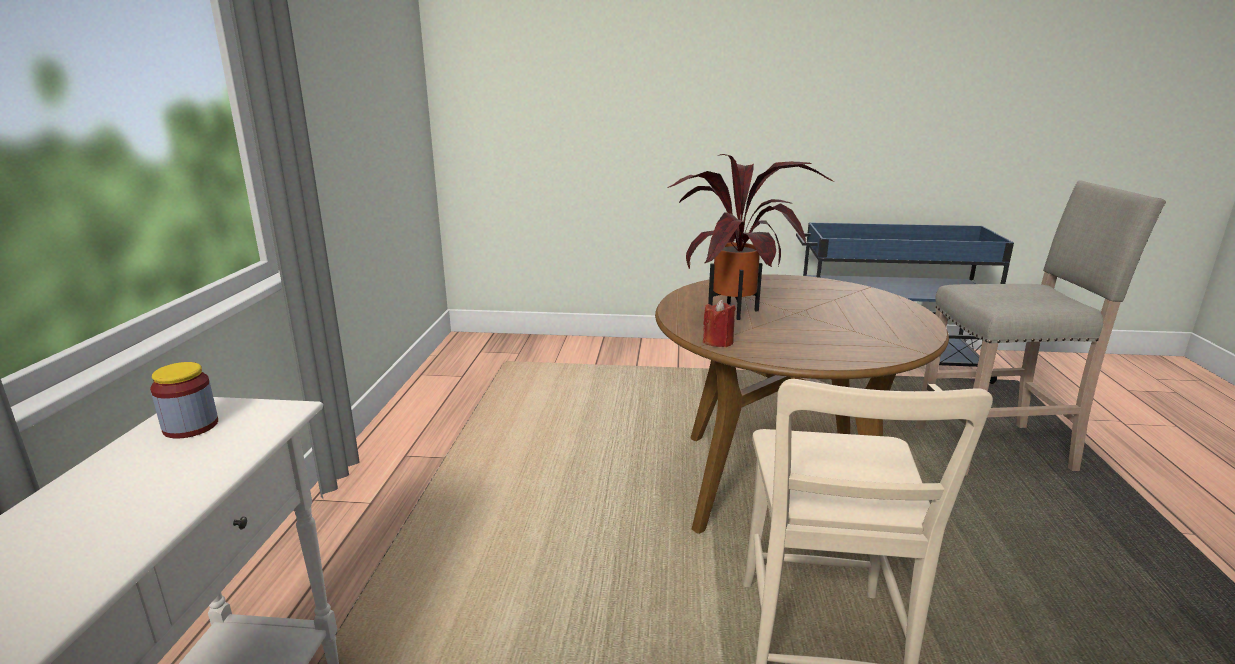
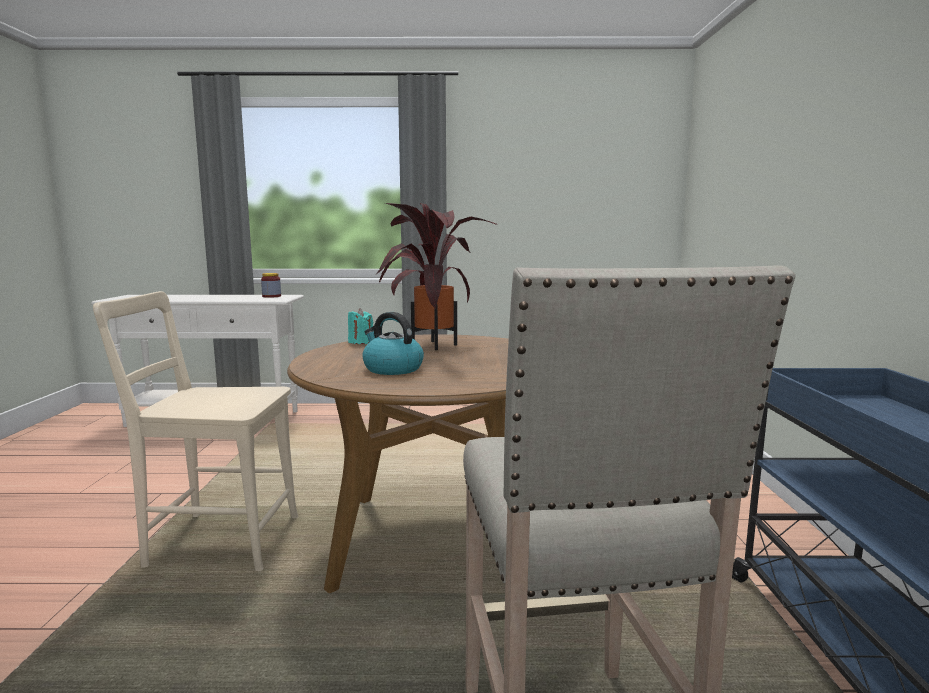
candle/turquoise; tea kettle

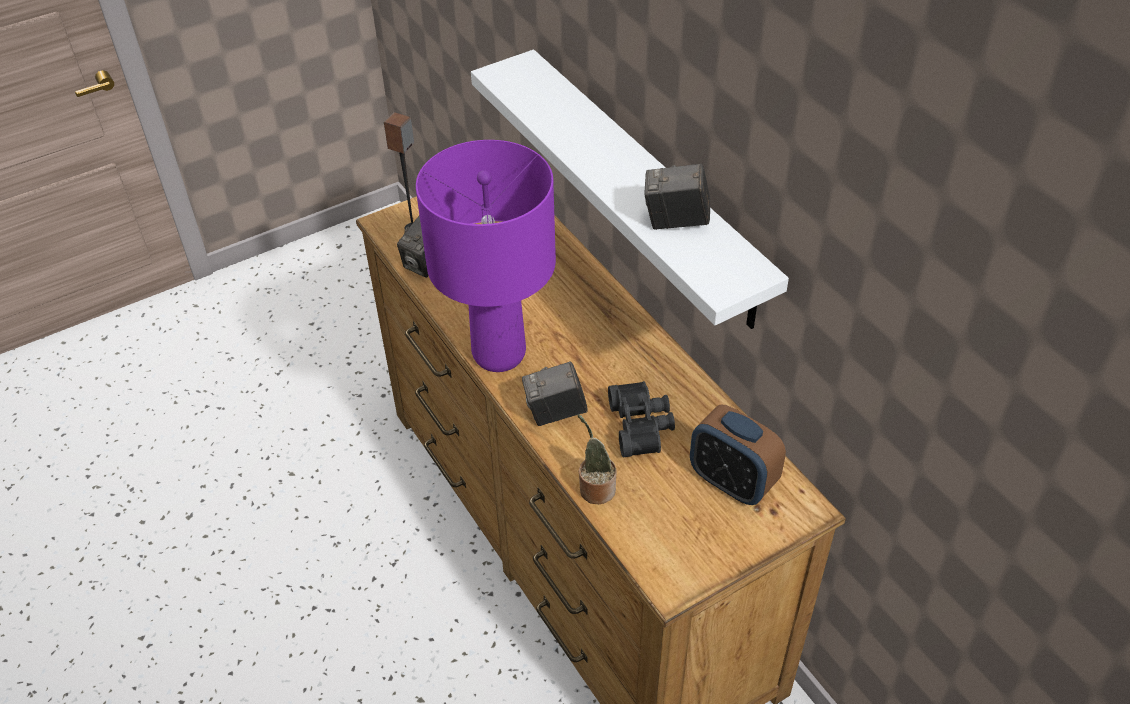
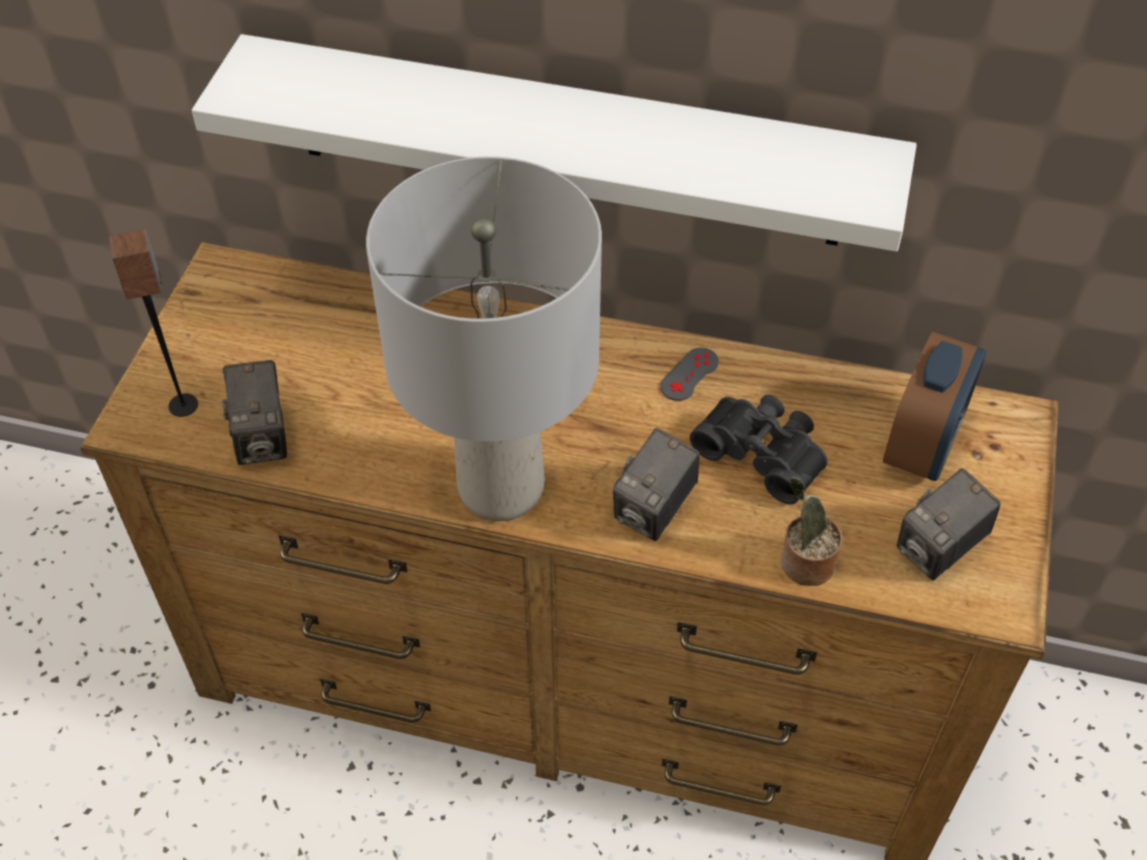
lamp for a table/greyish; still camera (no. 3 from left); alarm clock; game controller/greyish

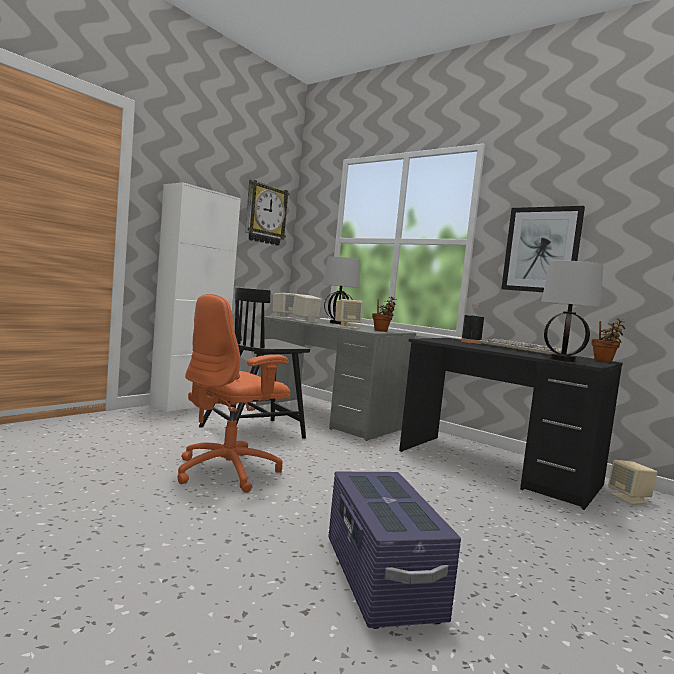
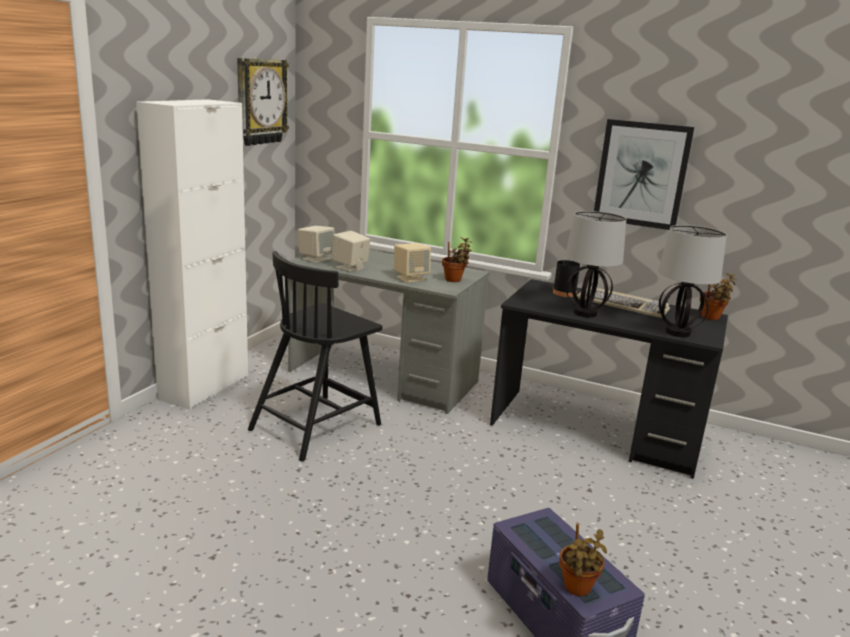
lamp for a table (no. 1 from left); office chair/orange-coloured; audio speaker/sand-coloured (no. 4 from left in the first image); houseplant (no. 2 from left)

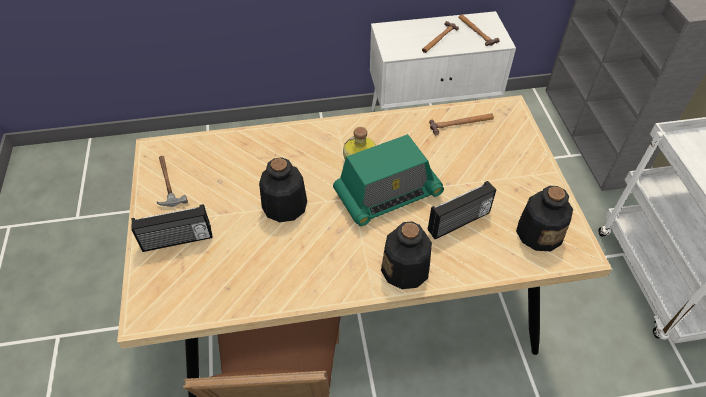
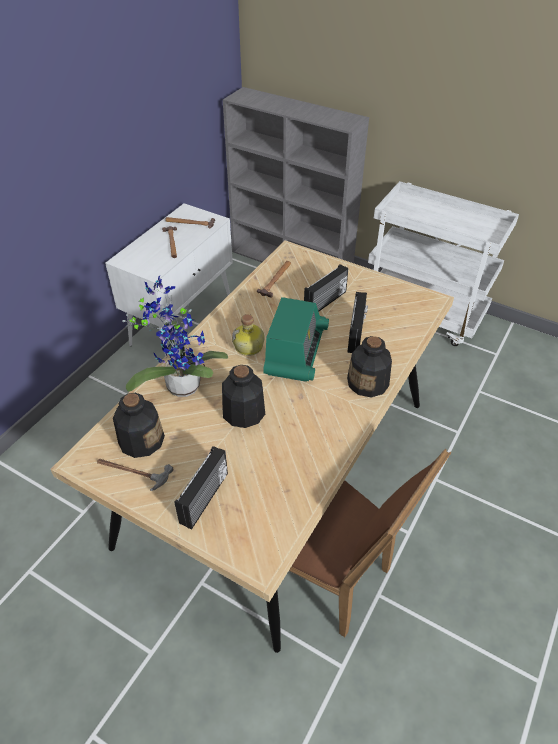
drink bottle (no. 1 from left); radio (no. 3 from left); houseplant

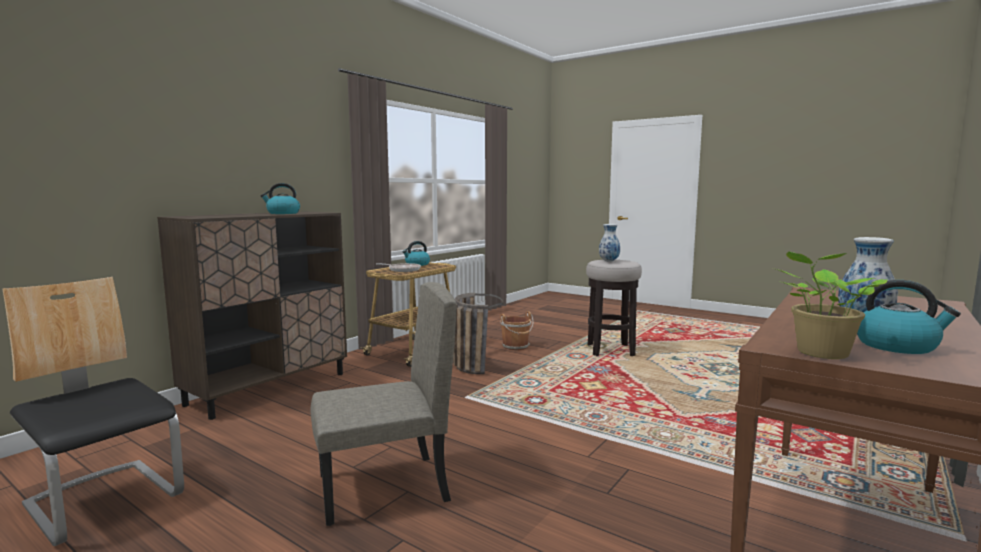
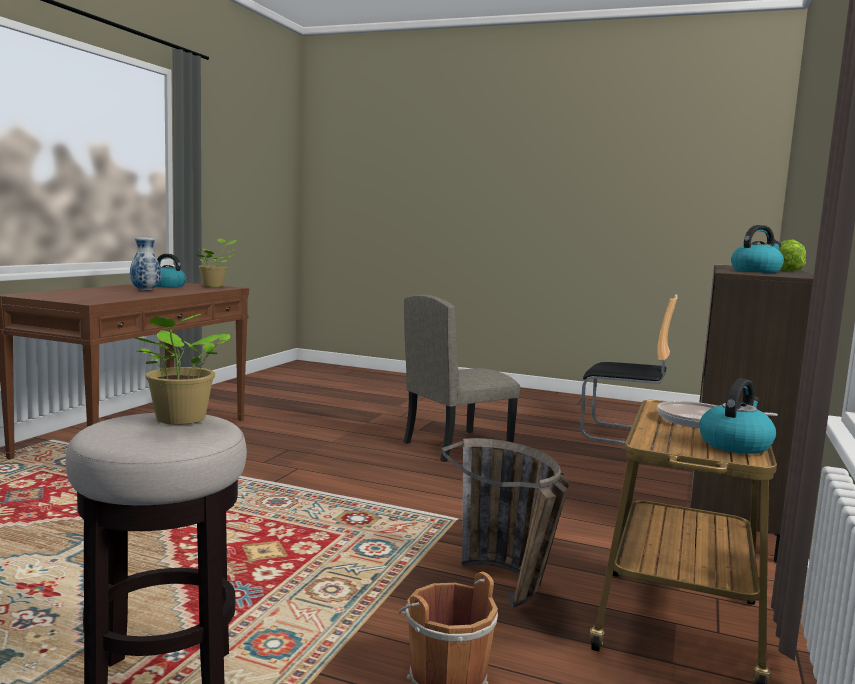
houseplant (no. 1 from left); head of lettuce

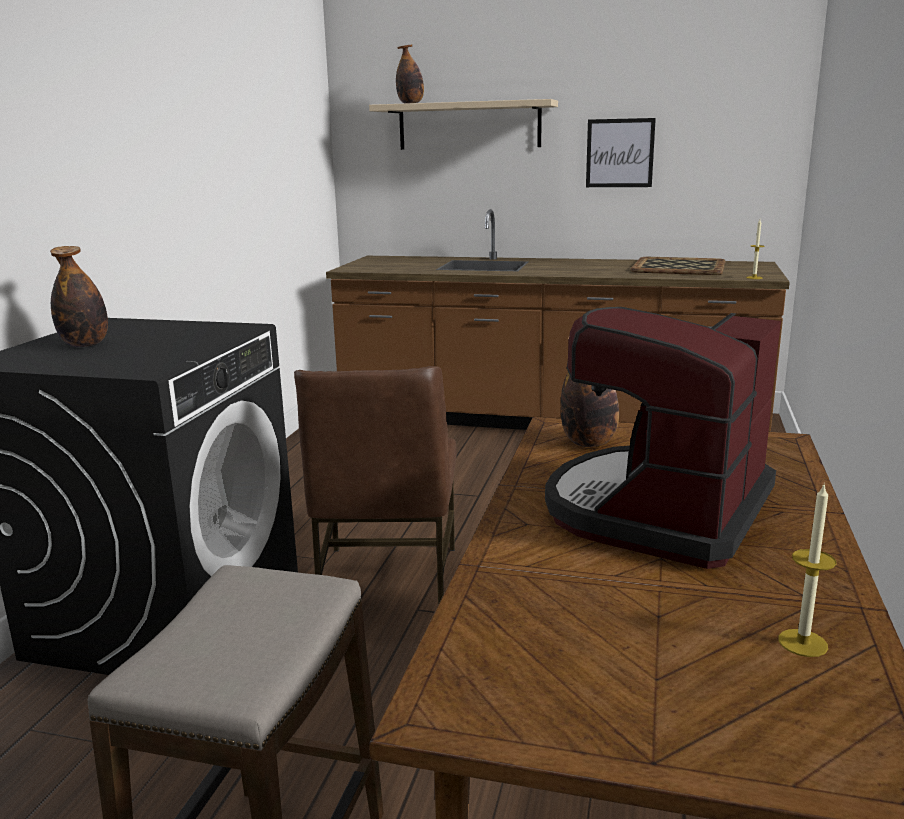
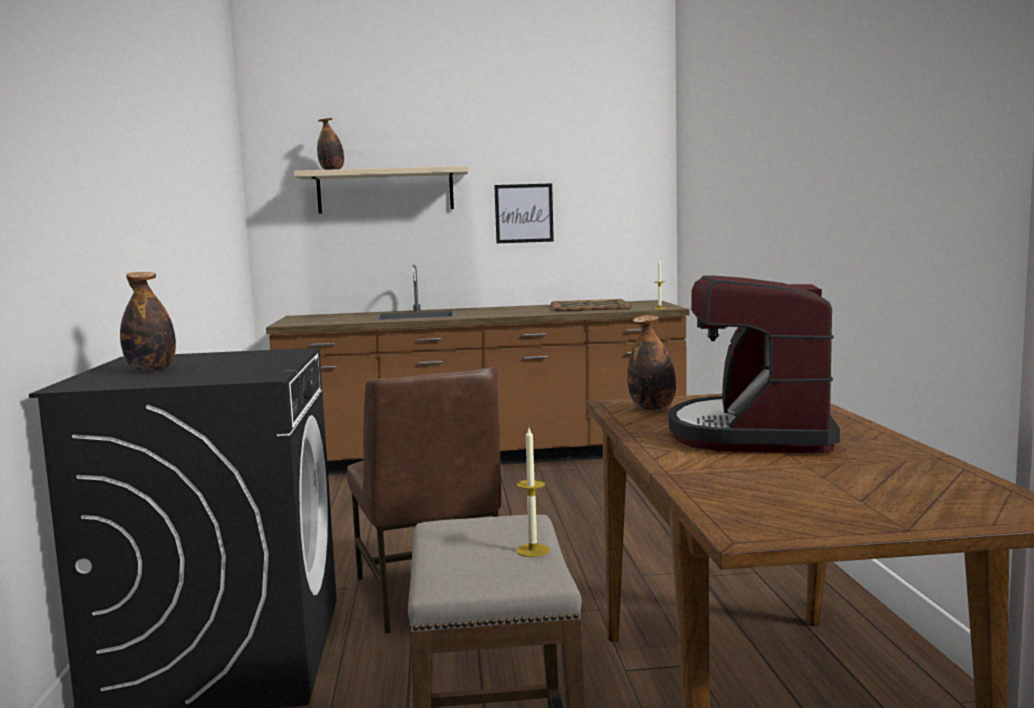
candle (no. 1 from left)

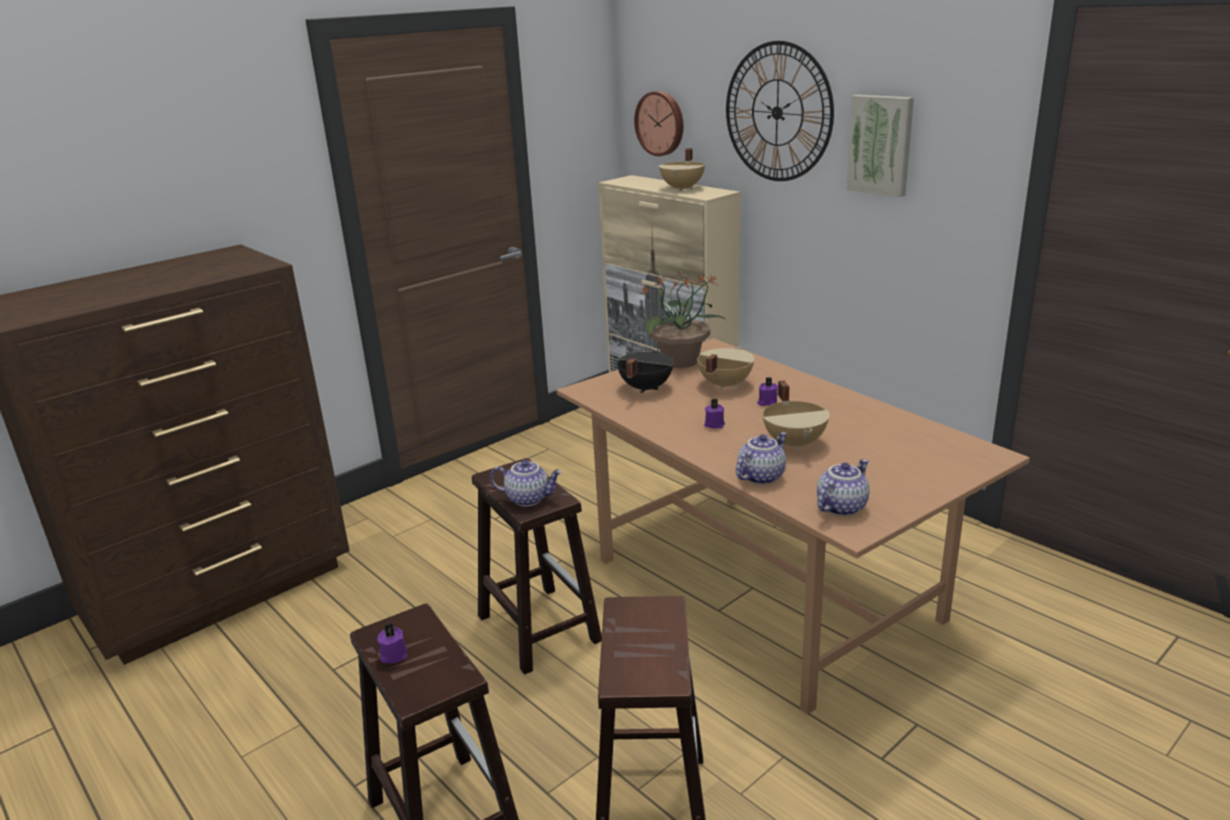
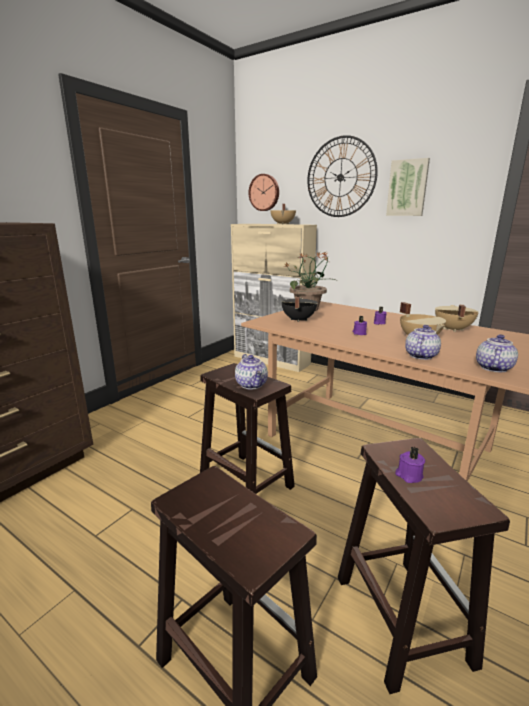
stockpot/sand-coloured (no. 3 from left); pot for tea (no. 1 from left); candle/purple (no. 3 from left)

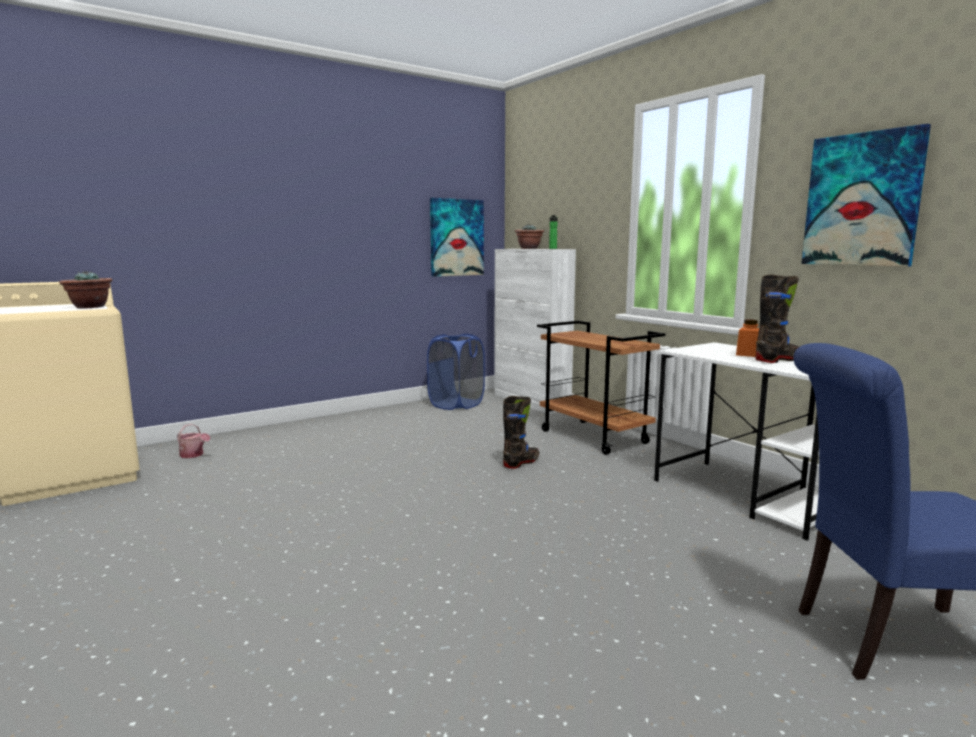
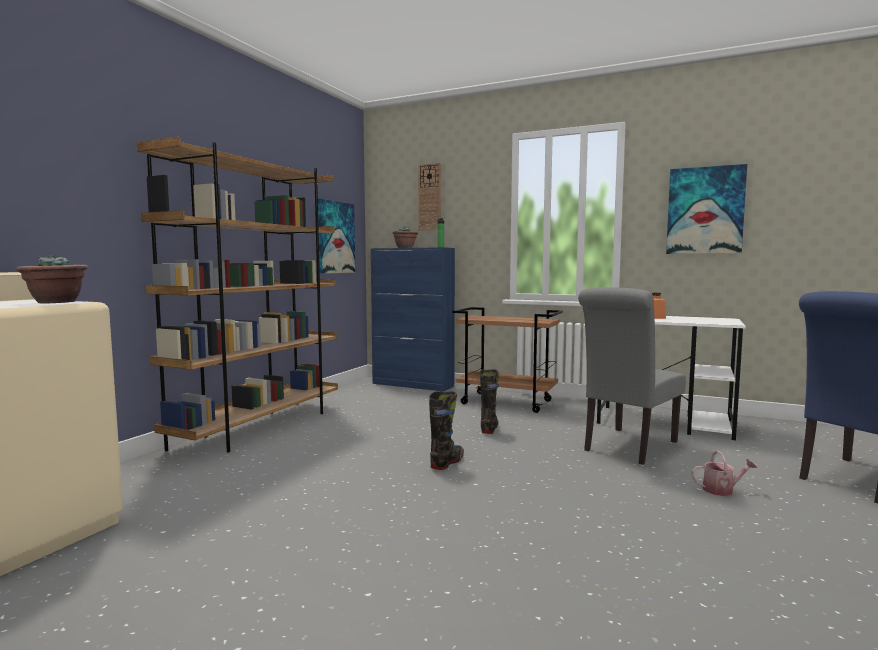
storage cabinet/bluish; high-top boot/blackish (no. 1 from left); laundry basket/bluish; watering pot; bookcase/brown-coloured; clock on the wall; upright chair/greyish

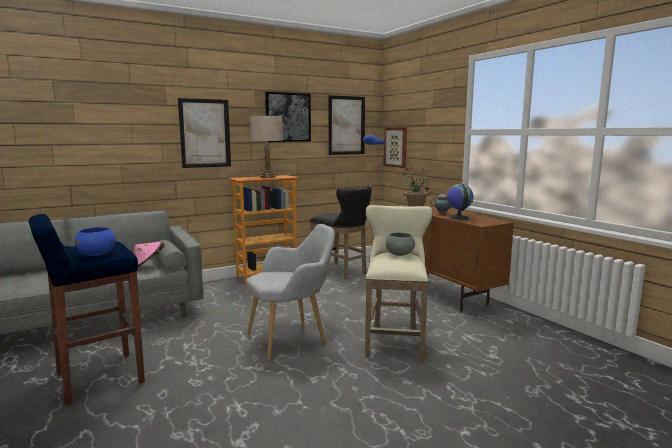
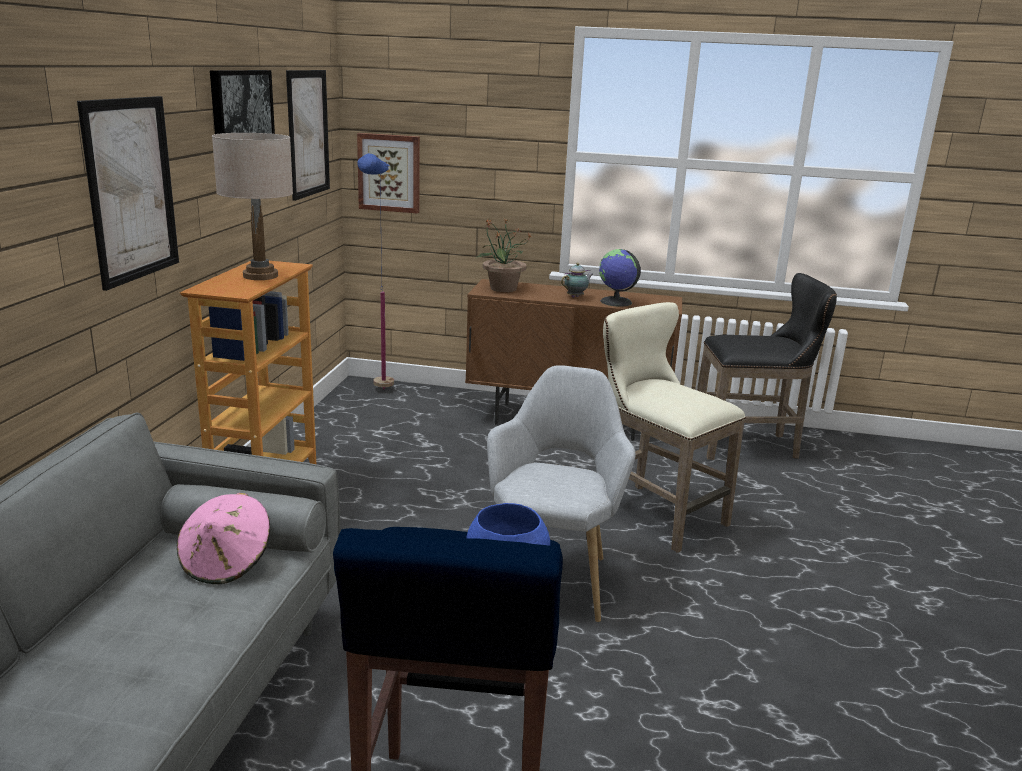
stool seat/blackish; deep dish/greyish

